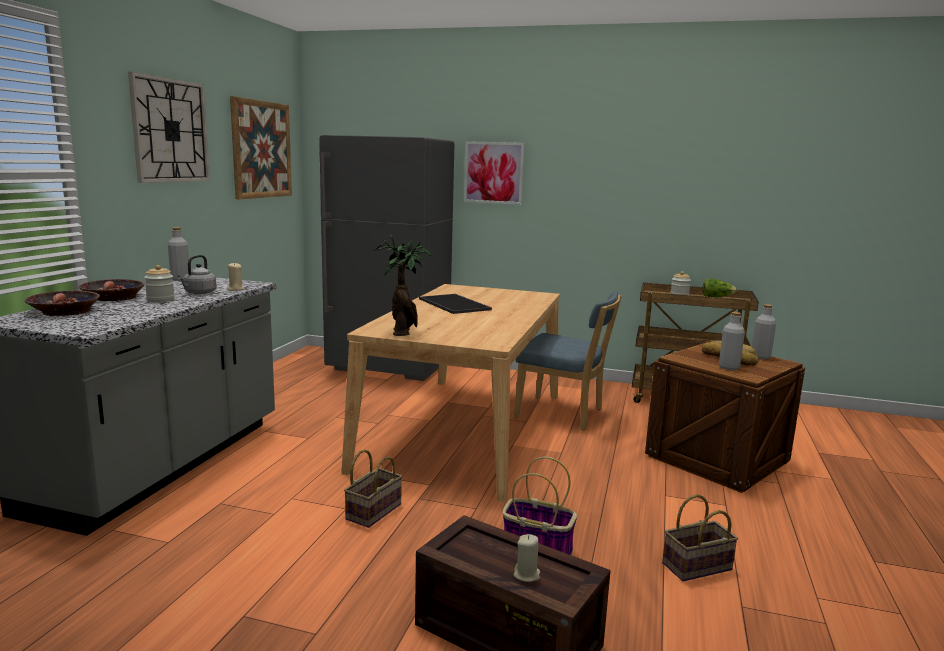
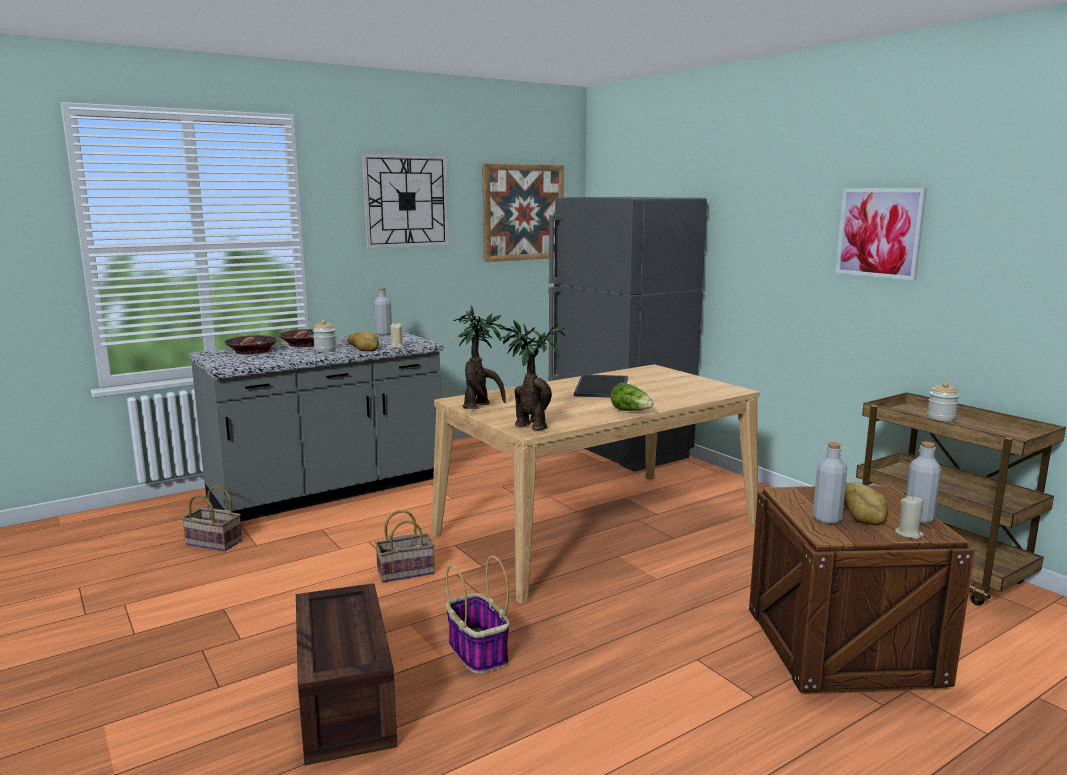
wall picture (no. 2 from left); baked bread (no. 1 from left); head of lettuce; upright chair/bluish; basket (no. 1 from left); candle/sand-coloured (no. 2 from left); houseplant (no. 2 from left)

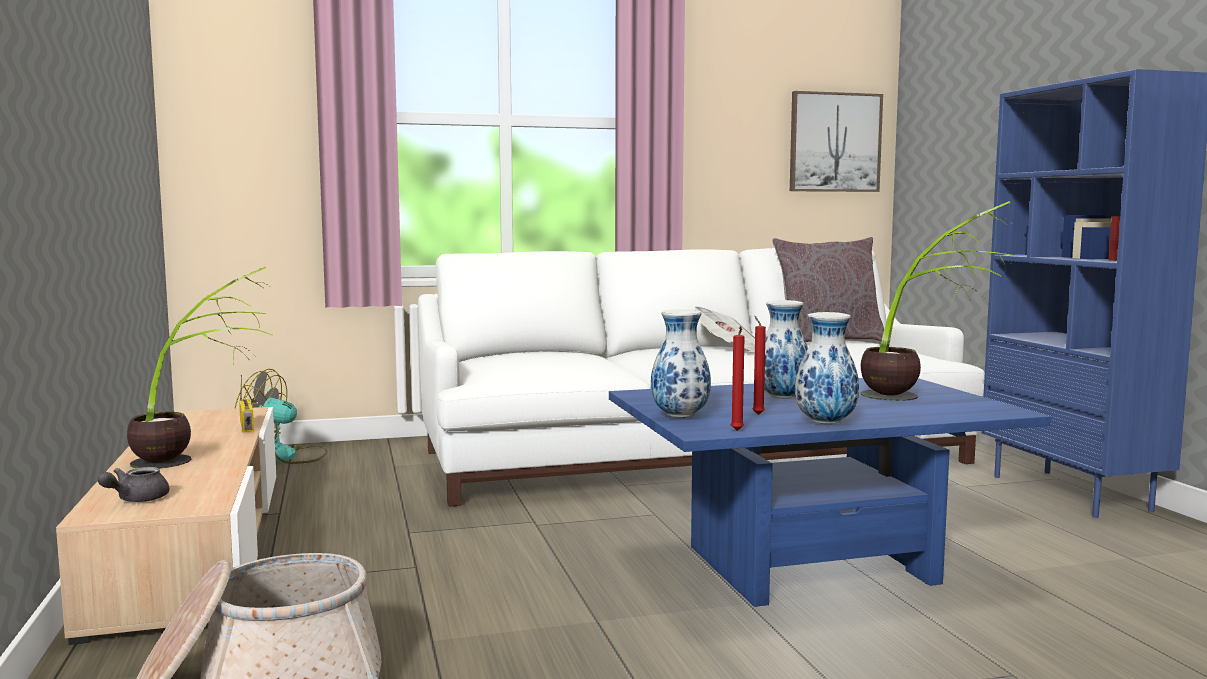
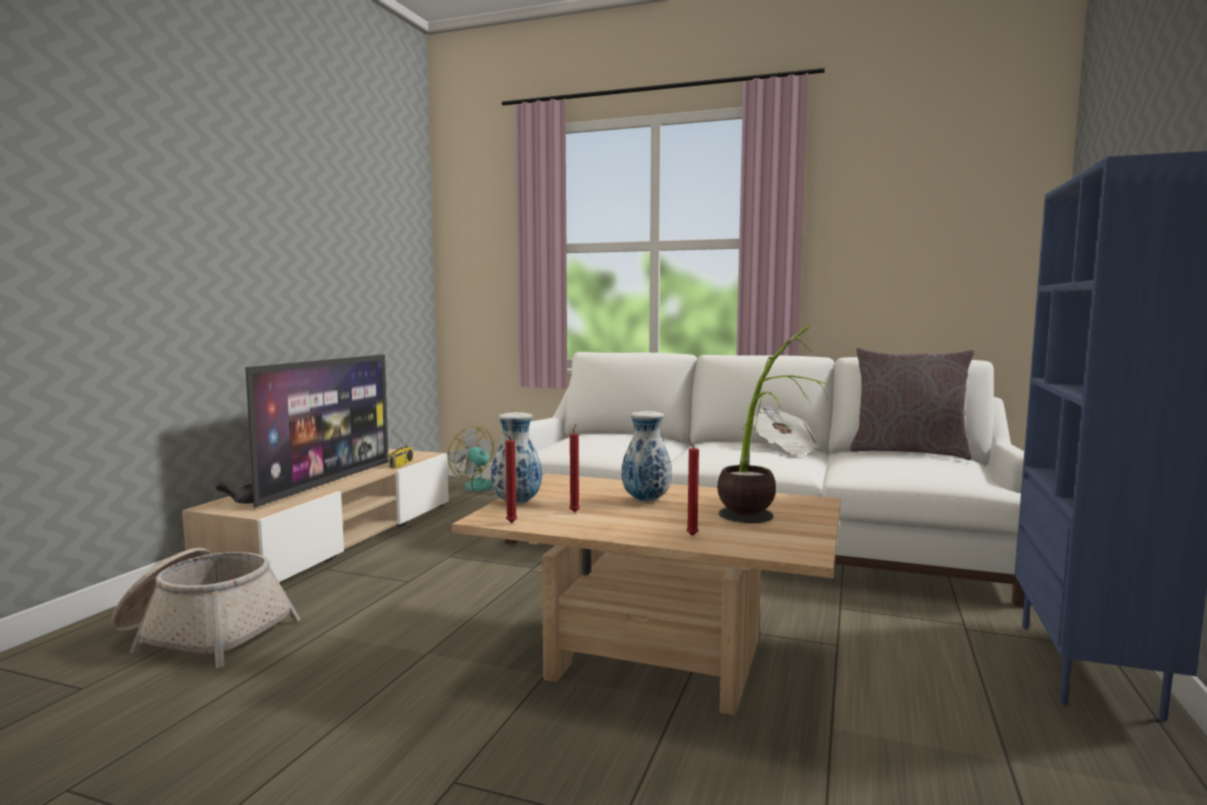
wall picture; TV set; decorative vase (no. 3 from left in the first image); lounge table/sand-coloured; candle/reddish (no. 3 from left)

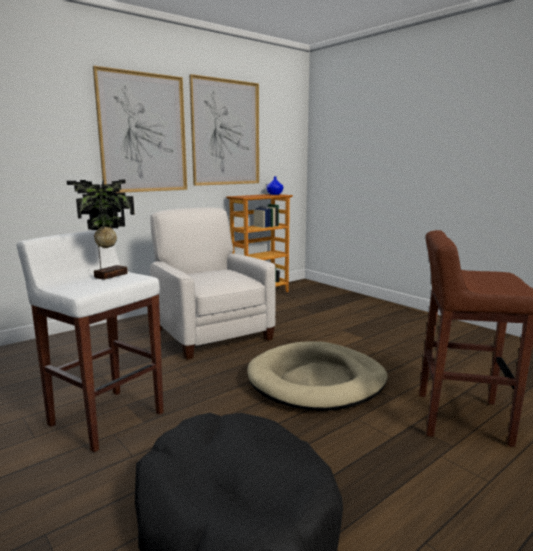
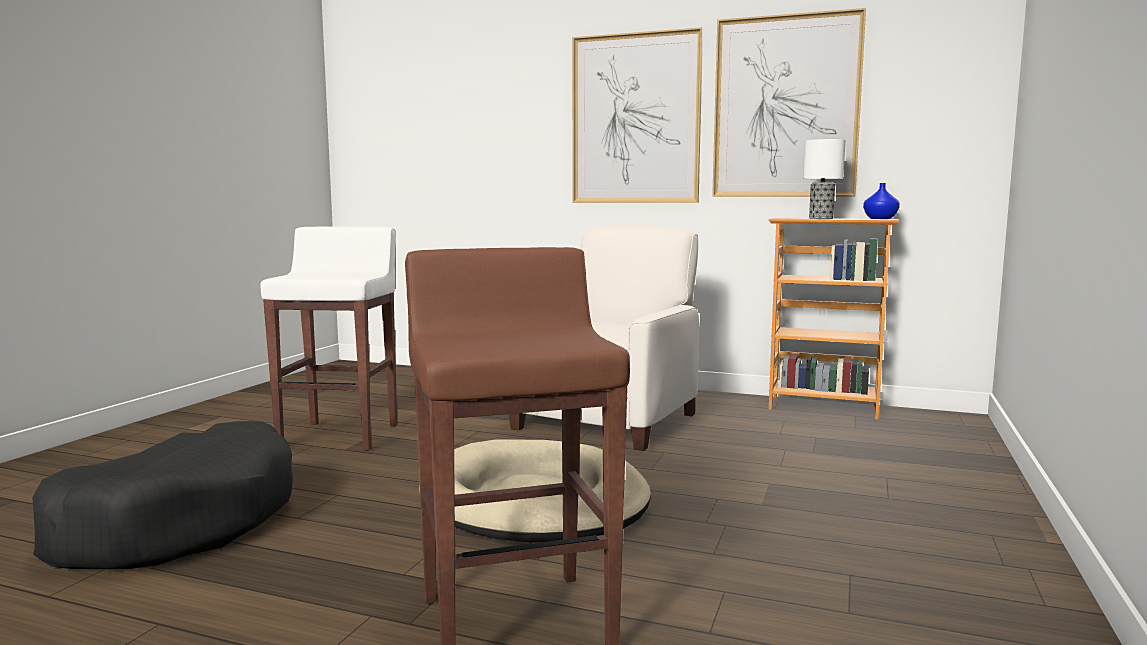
houseplant; lamp for a table

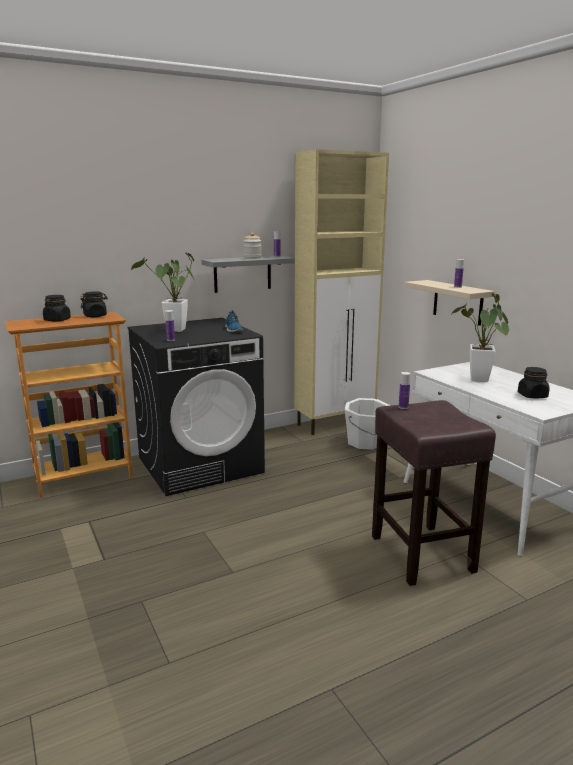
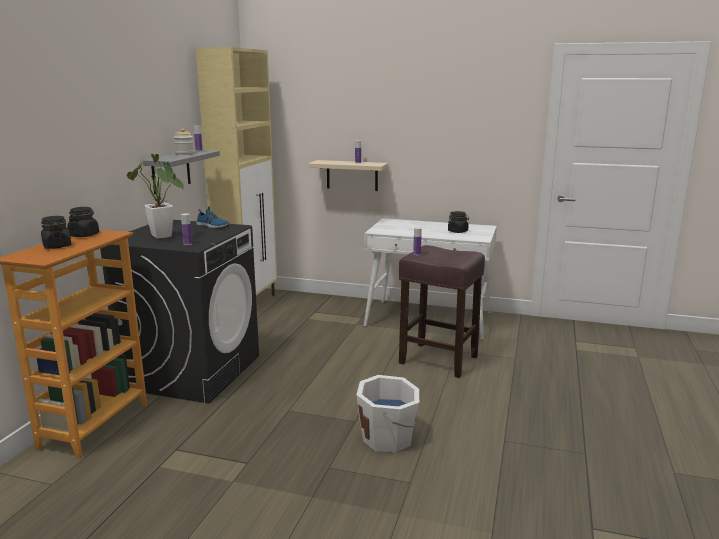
houseplant (no. 2 from left in the first image); pail/white-coloured

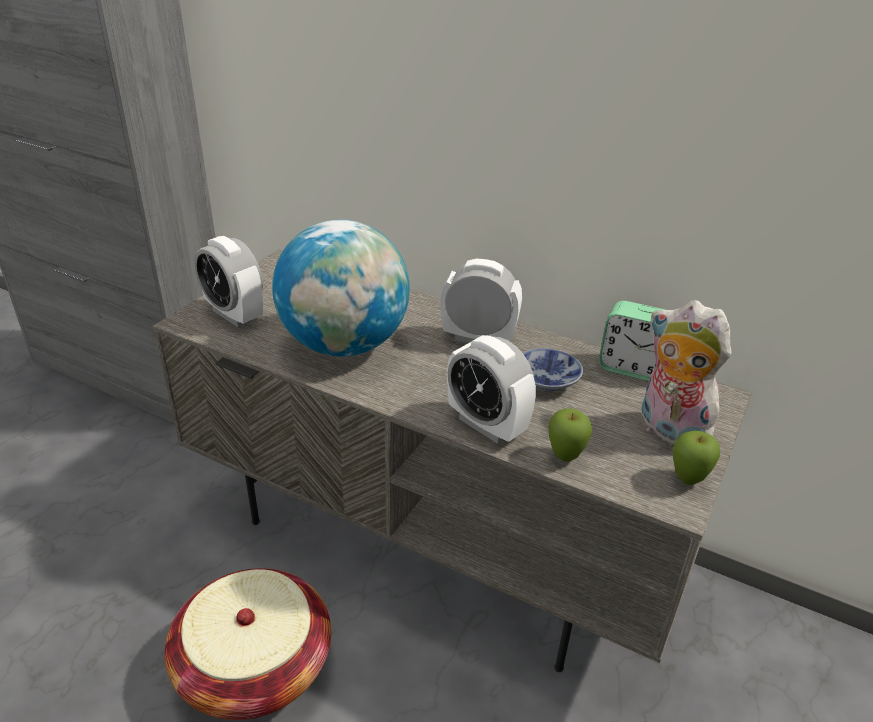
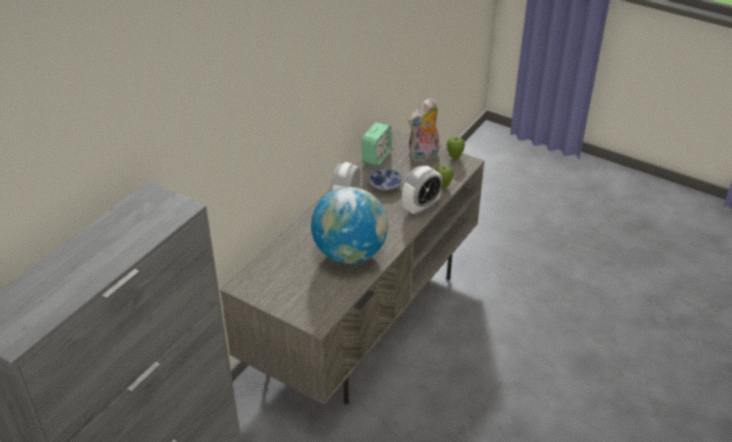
alarm clock (no. 1 from left in the first image); basket

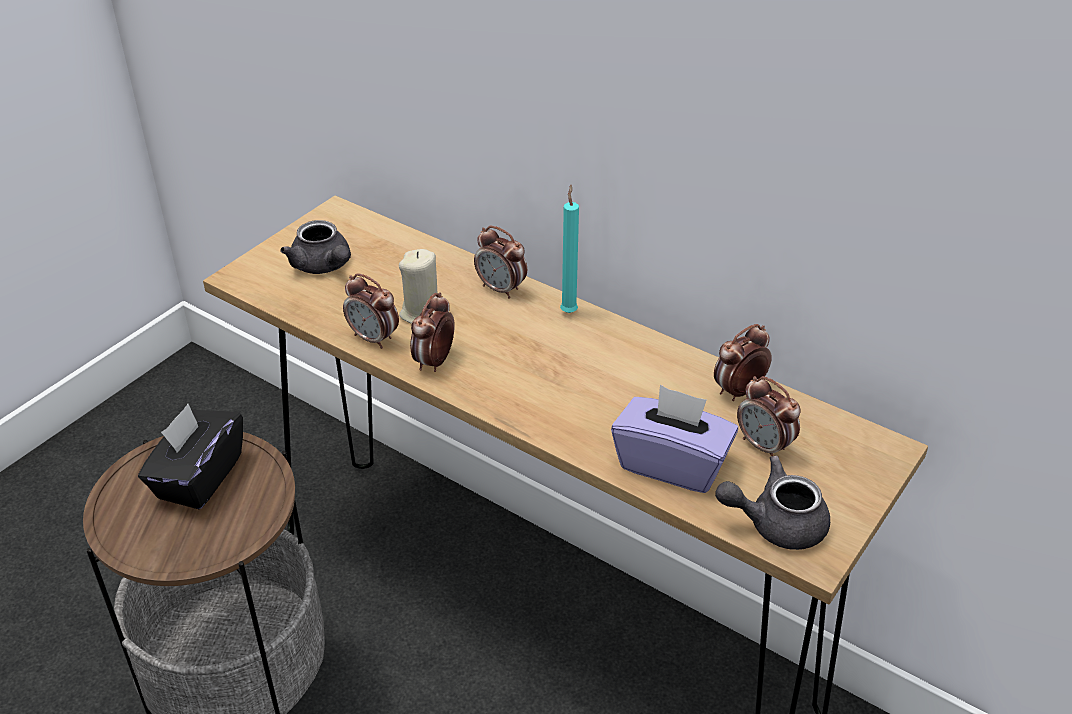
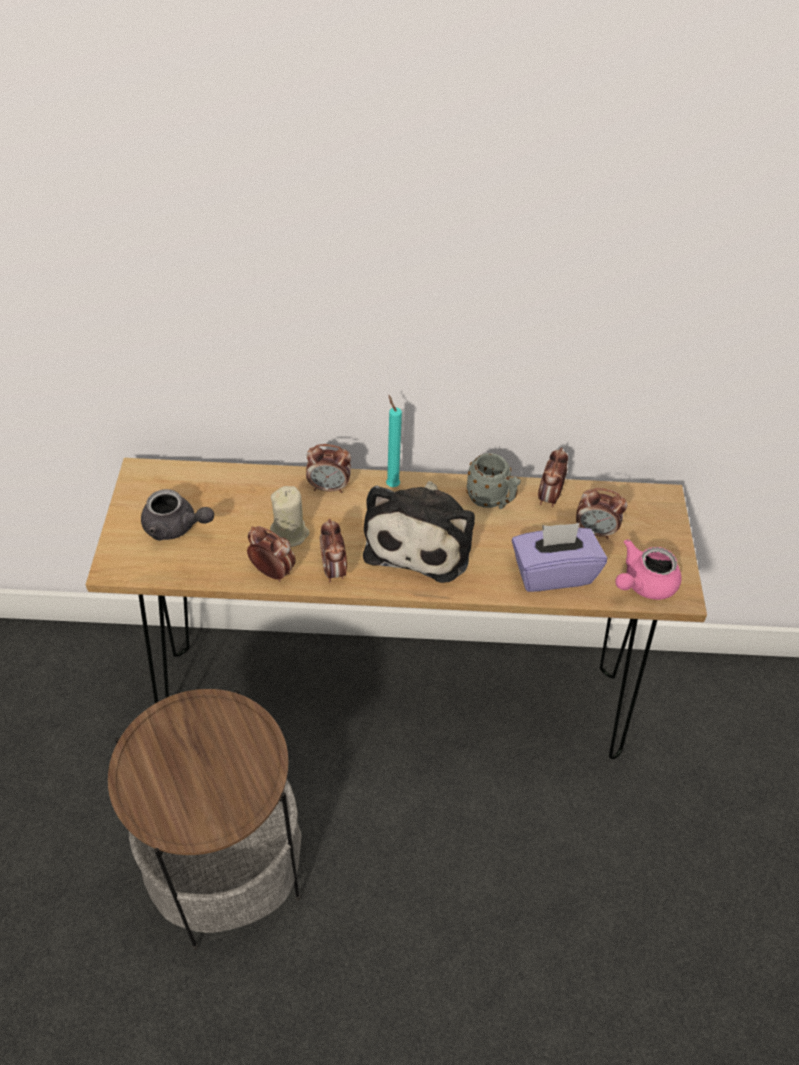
alarm clock (no. 1 from left); tissue holder/blackish; pot for tea/pink-coloured; tea mug/greyish; cuddly toy

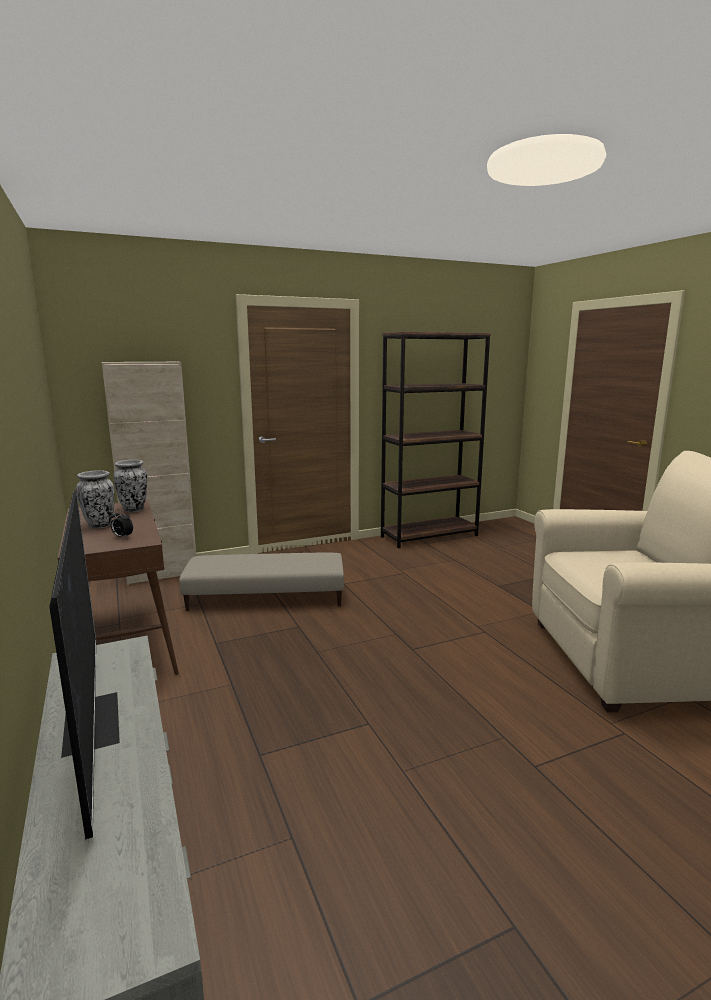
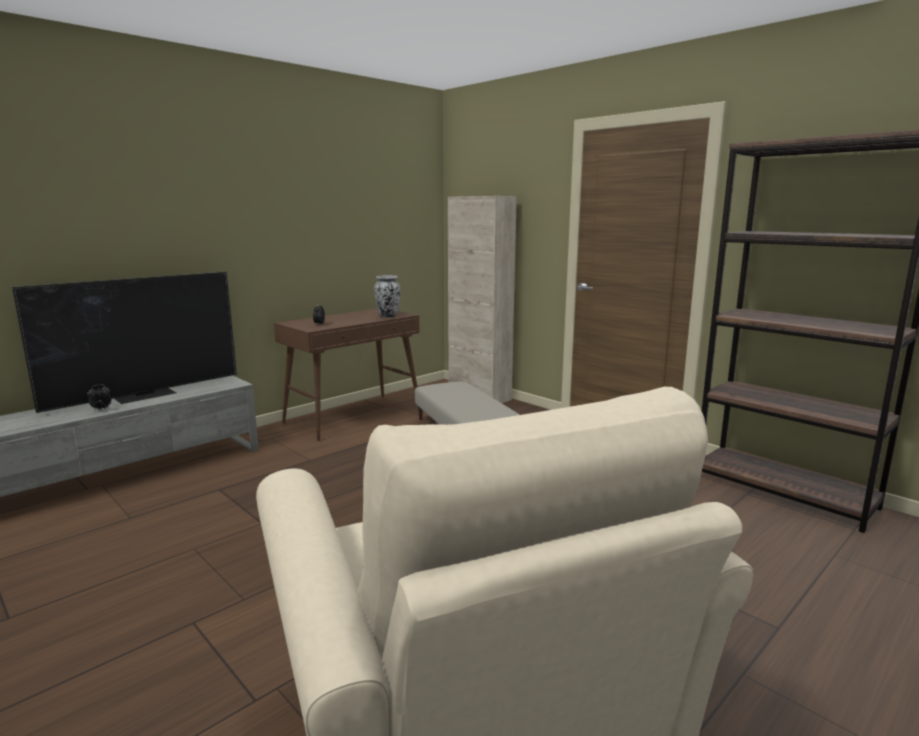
decorative vase (no. 1 from left in the first image); alarm clock (no. 1 from left)

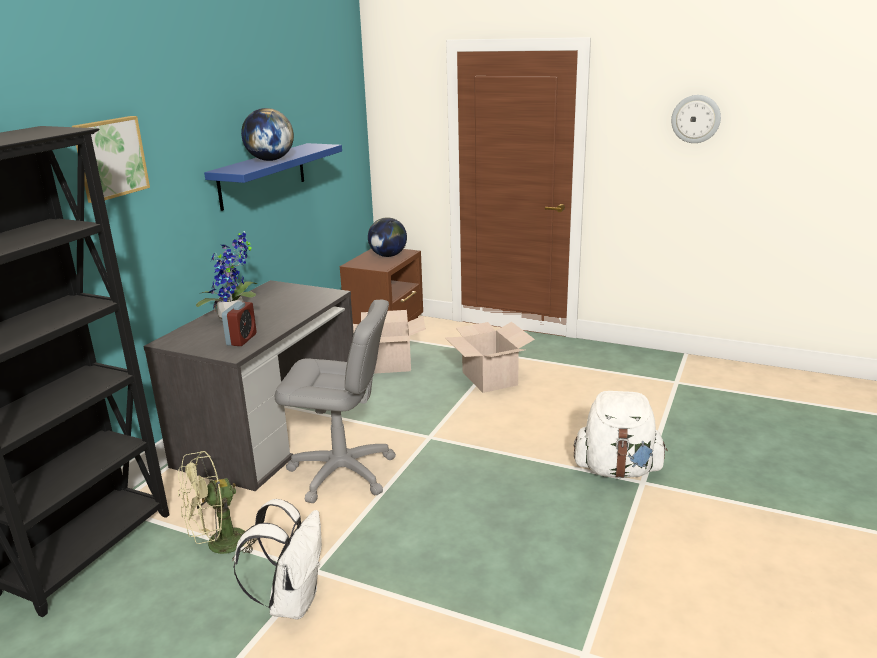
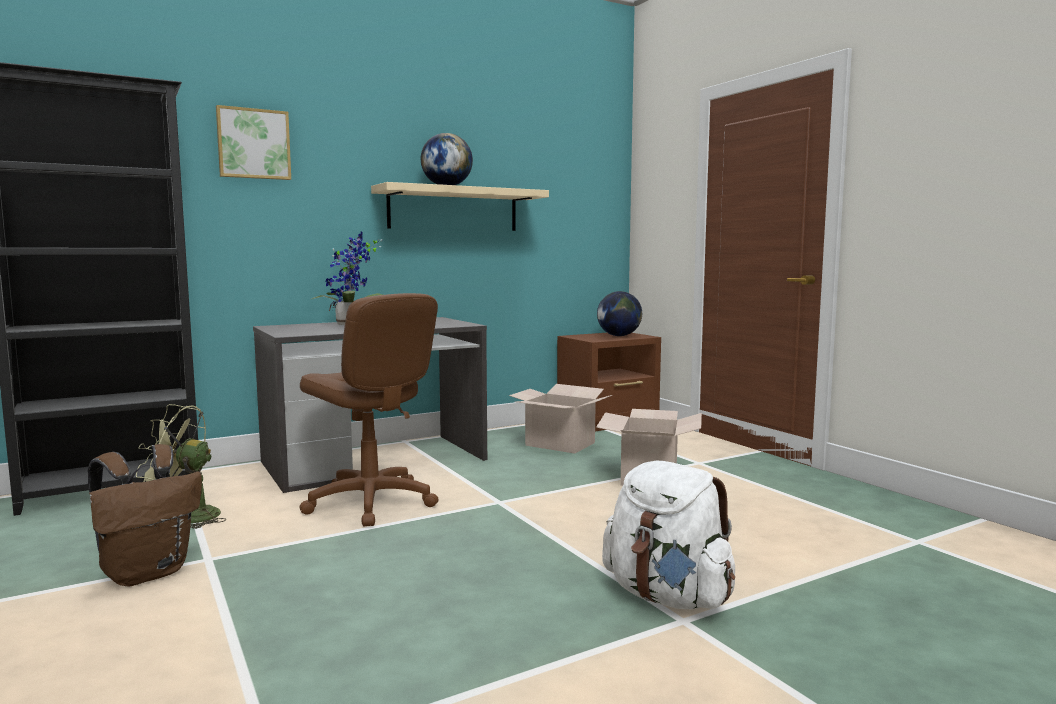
clock on the wall; wall shelf/sand-coloured; office chair/brown-coloured; alarm clock; rucksack/brown-coloured

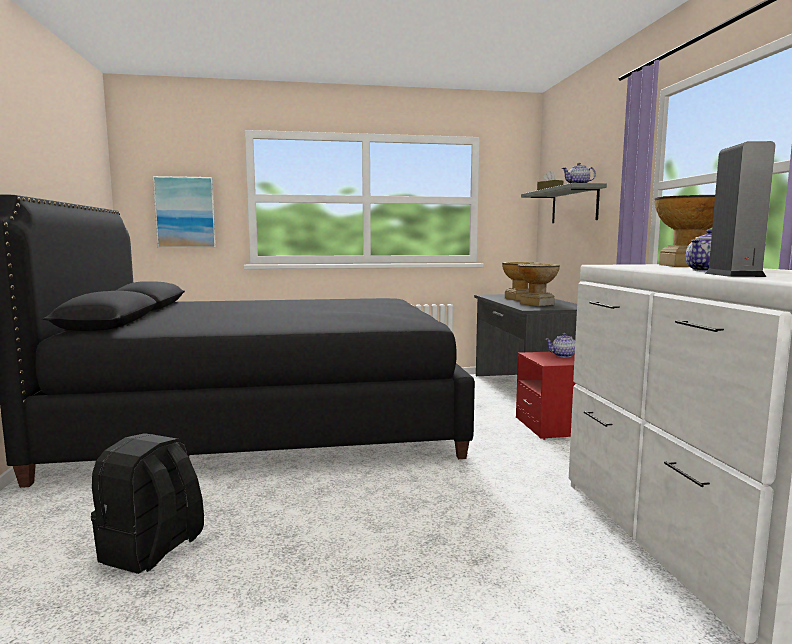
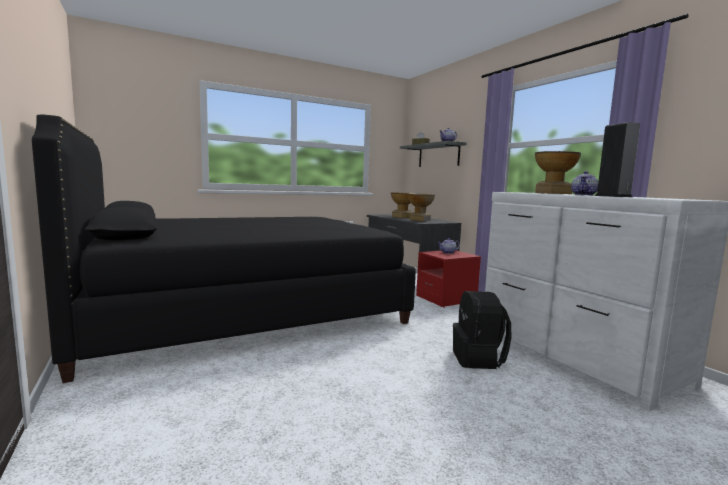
wall picture; rucksack/blackish

